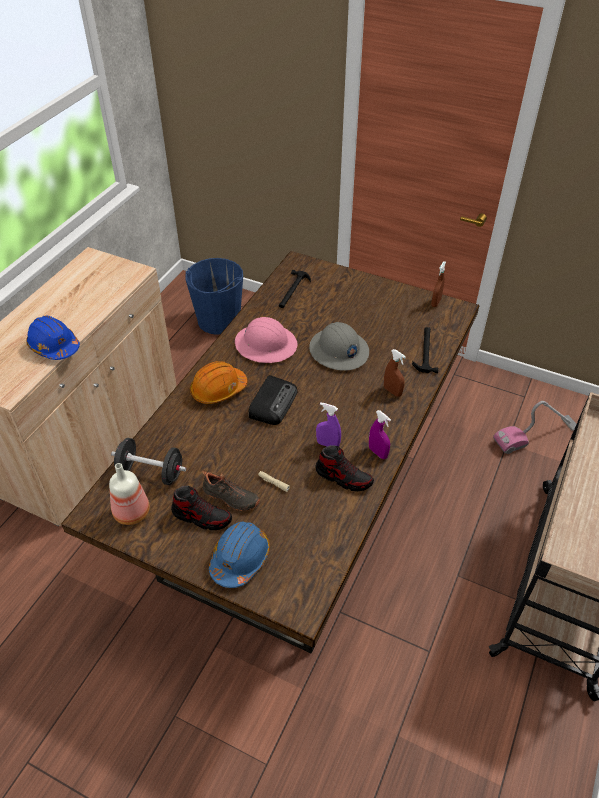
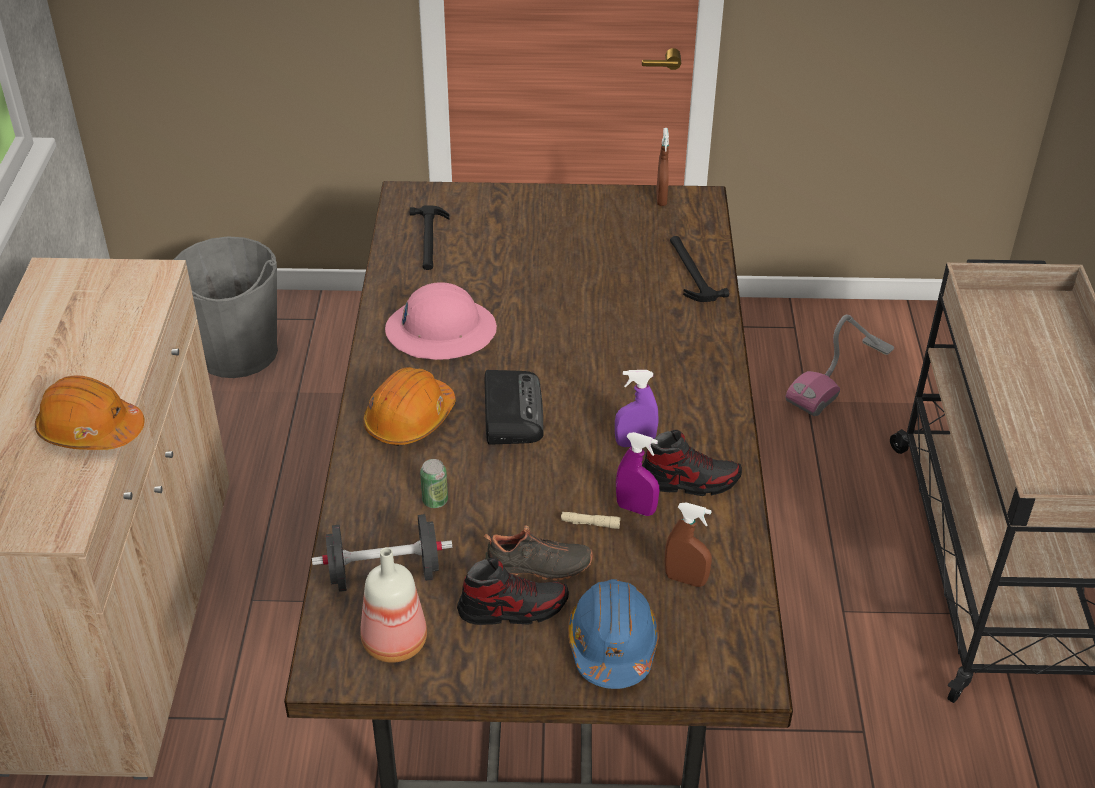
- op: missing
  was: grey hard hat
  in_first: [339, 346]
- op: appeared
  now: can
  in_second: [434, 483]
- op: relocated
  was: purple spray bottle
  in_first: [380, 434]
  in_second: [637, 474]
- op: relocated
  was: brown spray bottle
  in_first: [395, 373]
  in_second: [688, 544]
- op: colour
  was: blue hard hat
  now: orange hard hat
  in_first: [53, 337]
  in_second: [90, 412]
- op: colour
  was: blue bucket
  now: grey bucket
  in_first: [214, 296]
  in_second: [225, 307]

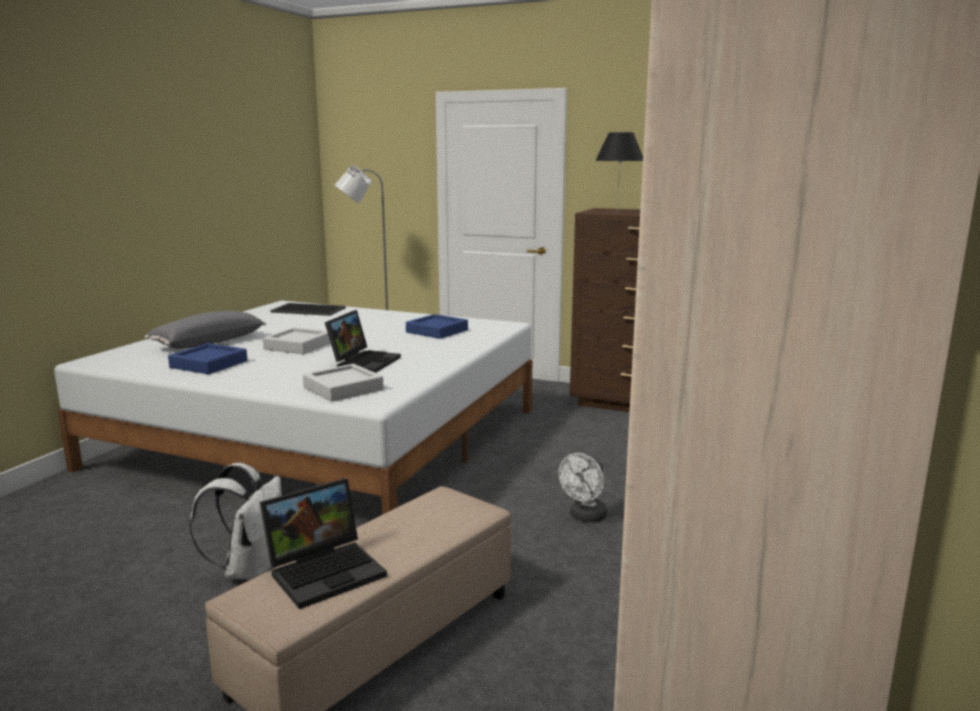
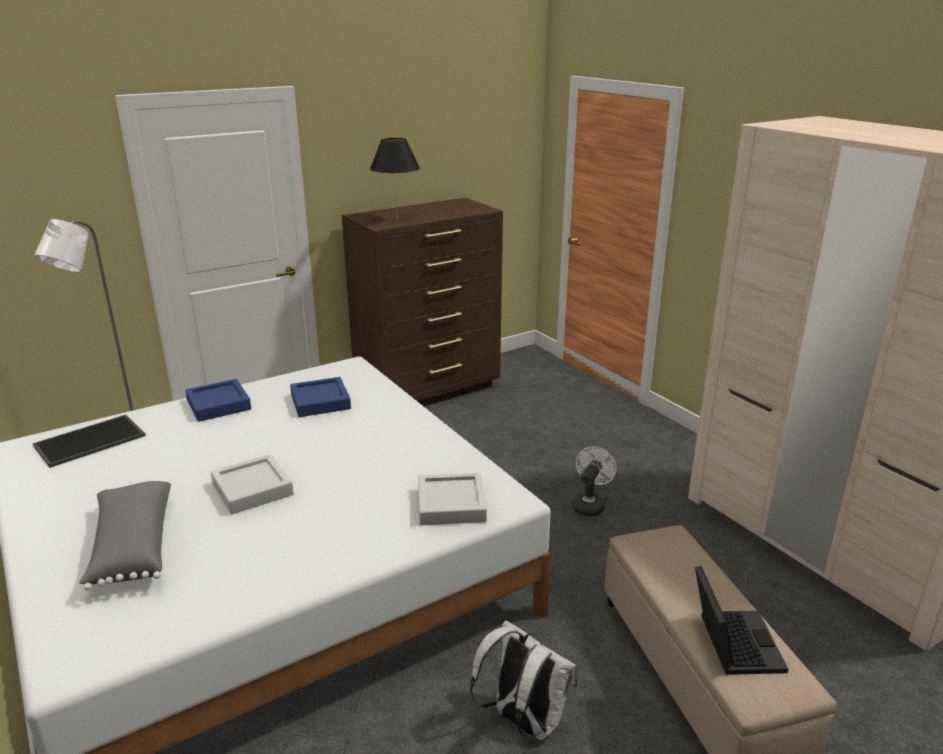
- op: missing
  was: laptop
  in_first: [363, 341]
- op: relocated
  was: blue tray
  in_first: [207, 358]
  in_second: [218, 400]
- op: spun
  was: white fan
  in_first: [583, 488]
  in_second: [594, 481]
  clockwise: -135

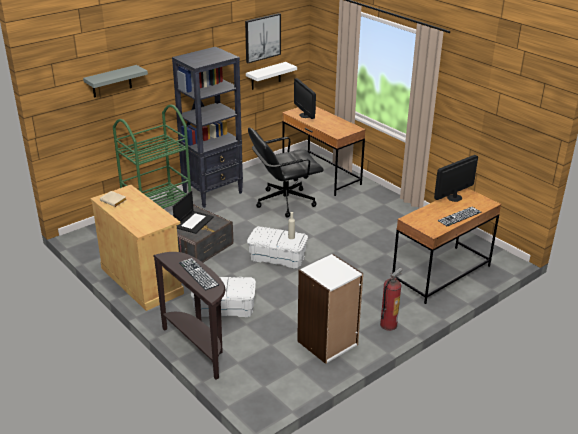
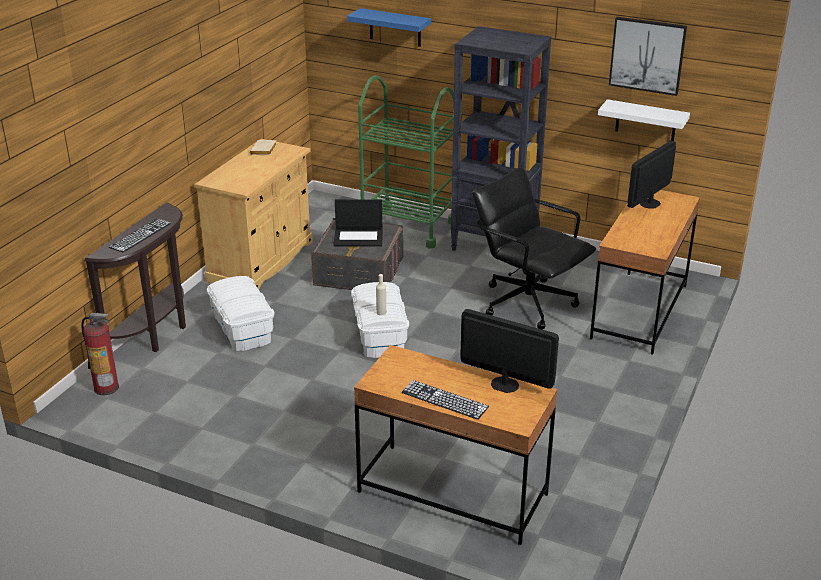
- op: missing
  was: white bookcase
  in_first: [330, 309]
- op: relocated
  was: fire extinguisher
  in_first: [391, 299]
  in_second: [100, 353]
- op: colour
  was: grey shelf
  now: blue shelf
  in_first: [115, 81]
  in_second: [389, 27]

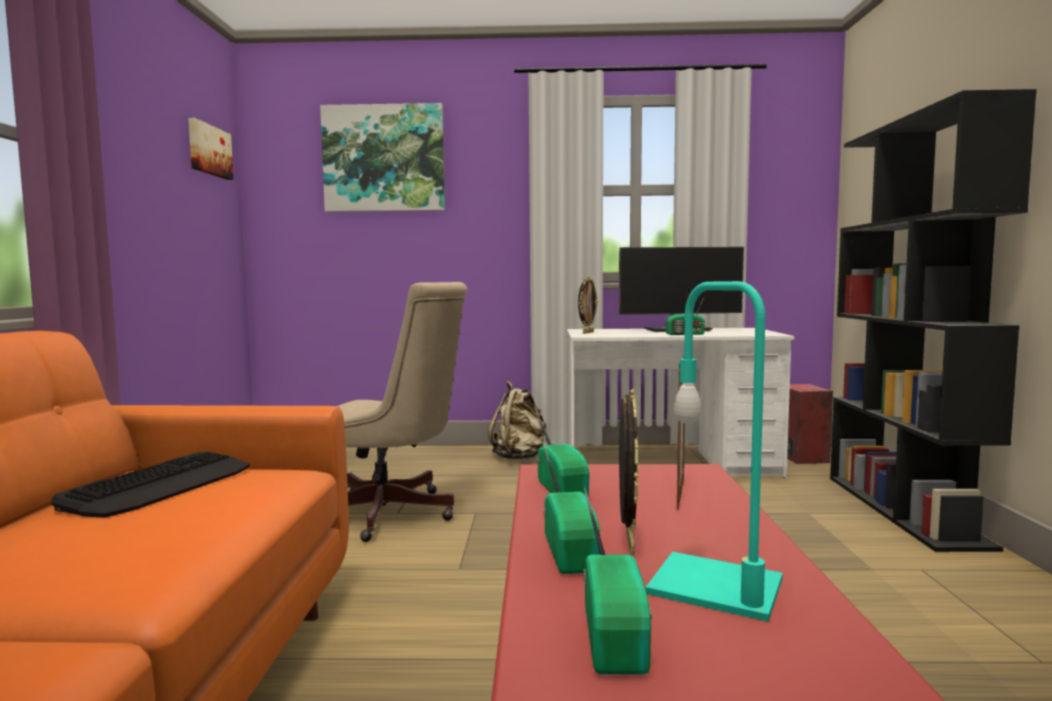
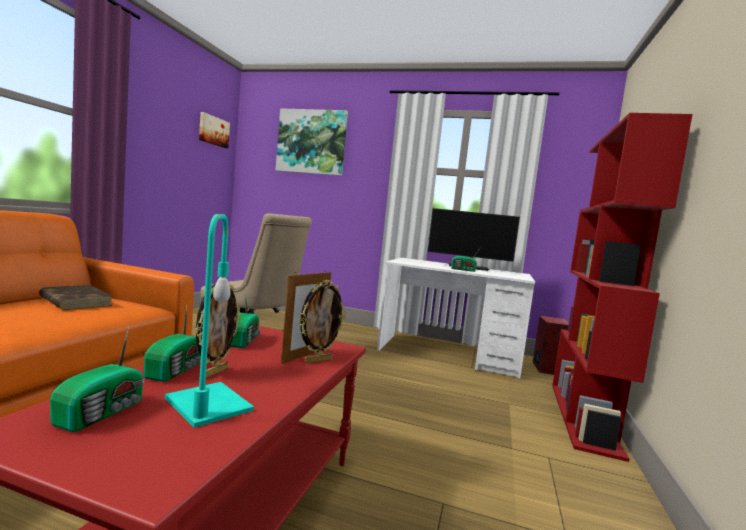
- op: missing
  was: beige backpack
  in_first: [517, 420]
- op: relocated
  was: picture frame
  in_first: [588, 305]
  in_second: [322, 322]
- op: exchanged
  was: keyboard
  now: brown book
  in_first: [151, 485]
  in_second: [75, 297]
- op: colour
  was: black bookcase
  now: red bookcase
  in_first: [933, 320]
  in_second: [622, 287]

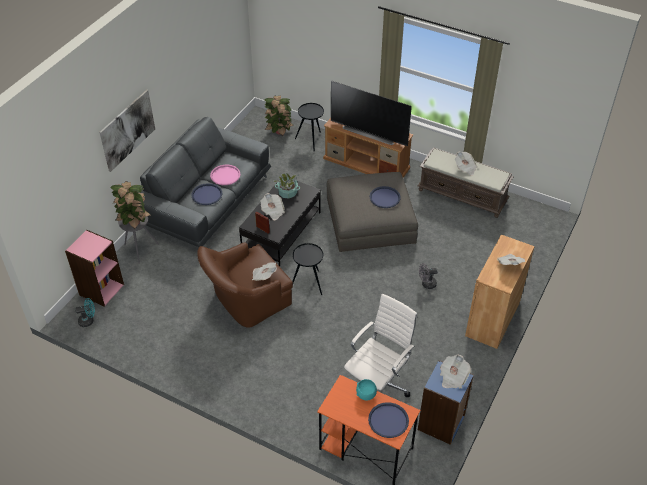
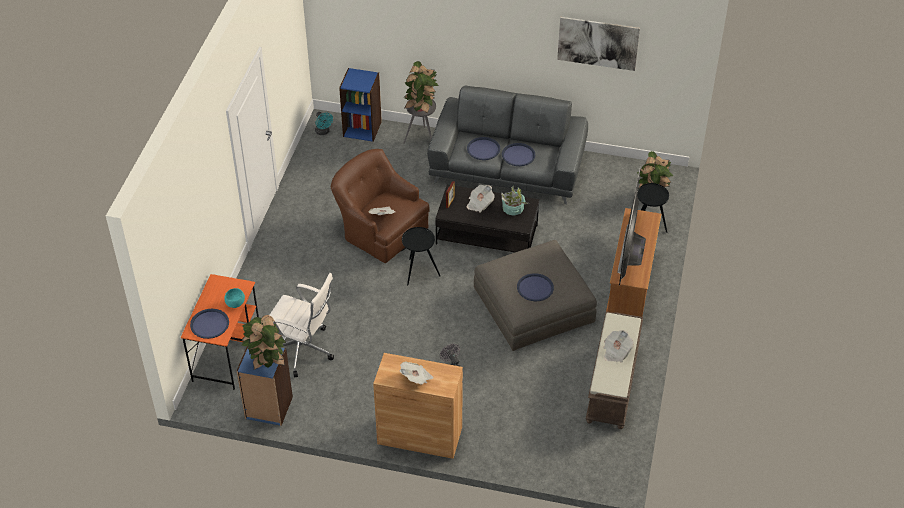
- op: relocated
  was: picture
  in_first: [127, 131]
  in_second: [598, 44]
- op: exchanged
  was: newspaper
  now: potted plant
  in_first: [455, 371]
  in_second: [263, 342]
- op: colour
  was: pink bookcase
  now: blue bookcase
  in_first: [94, 268]
  in_second: [360, 105]
- op: colour
  was: pink tray
  now: blue tray
  in_first: [225, 175]
  in_second: [518, 154]

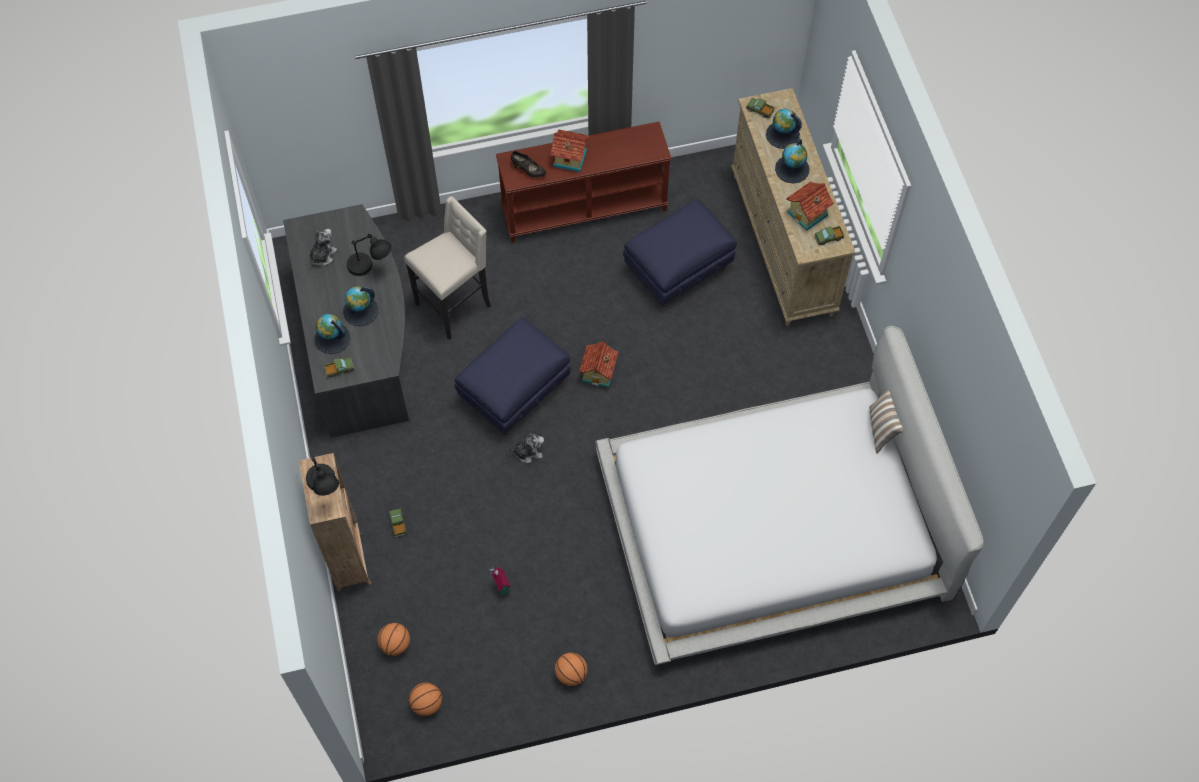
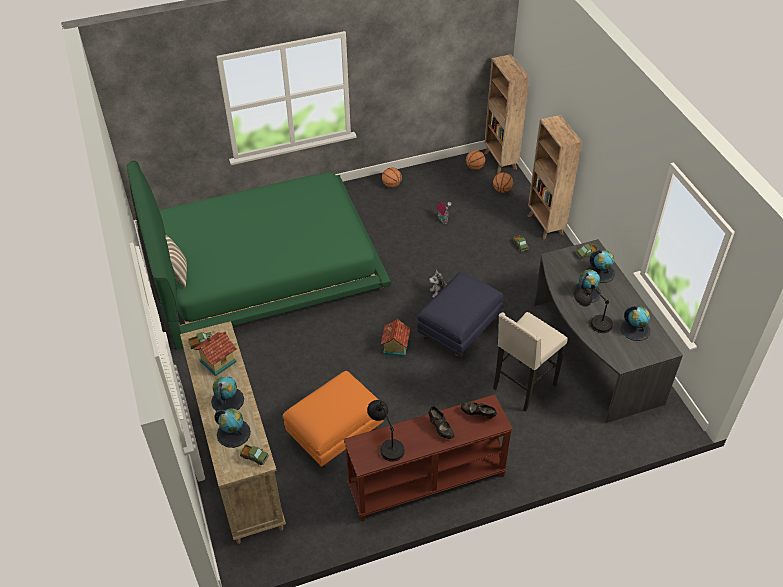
- op: appeared
  now: brown bookcase
  in_second: [506, 113]
- op: relocated
  was: black table lamp
  in_first: [322, 476]
  in_second: [386, 431]
- op: exchanged
  was: plush toy
  now: globe
  in_first: [323, 247]
  in_second: [635, 323]
- op: exchanged
  was: toy house
  now: black shoe
  in_first: [569, 151]
  in_second: [441, 422]
- op: colour
  was: white bed
  now: green bed
  in_first: [789, 495]
  in_second: [259, 255]
- op: colour
  was: blue ottoman
  now: orange ottoman
  in_first: [680, 253]
  in_second: [333, 419]

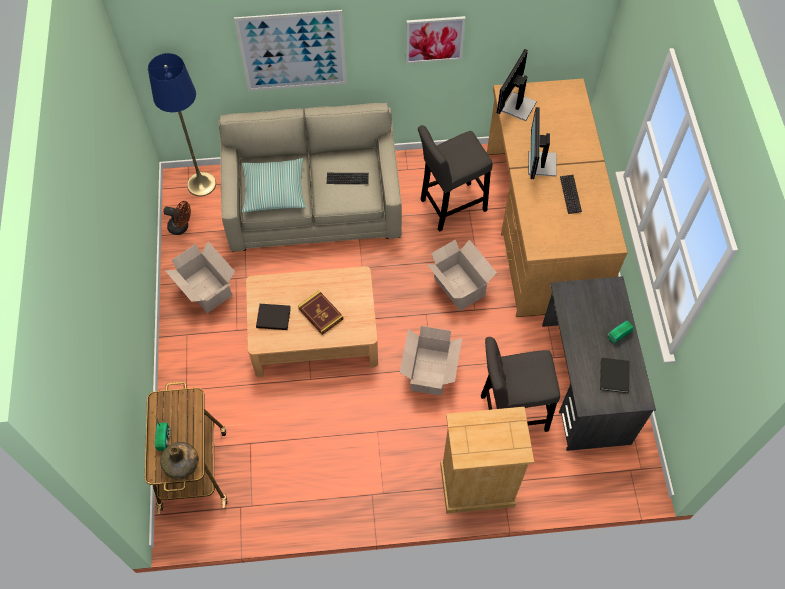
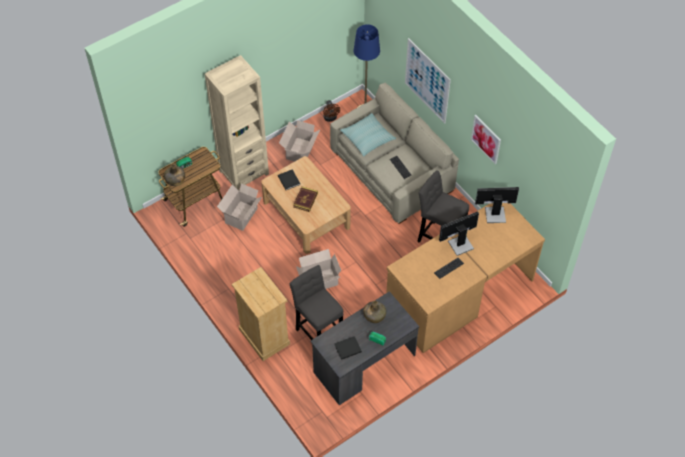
- op: appeared
  now: beige bookcase
  in_second: [237, 123]
- op: appeared
  now: green bottle
  in_second: [374, 312]
- op: relocated
  was: cardboard box
  in_first: [462, 275]
  in_second: [239, 207]

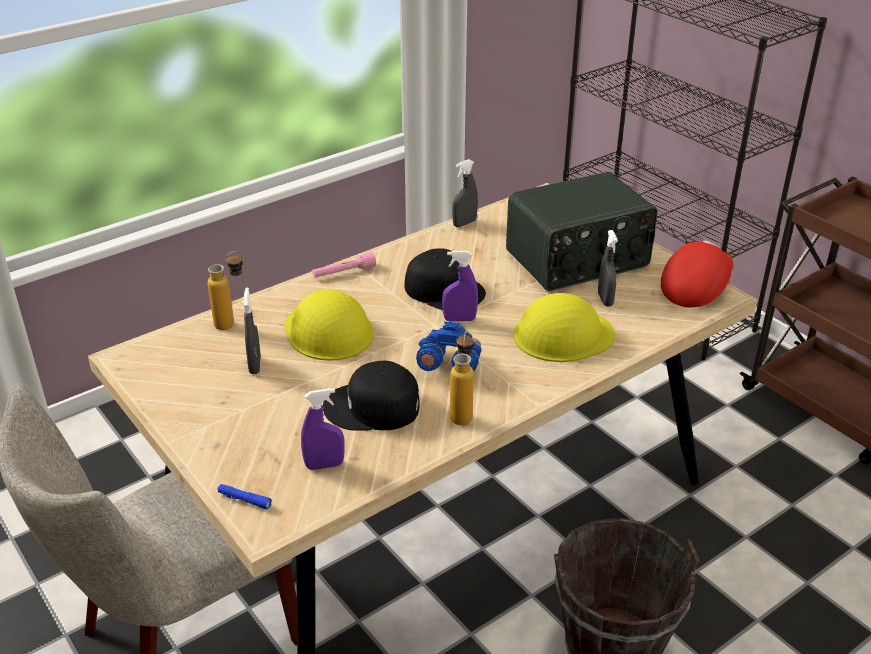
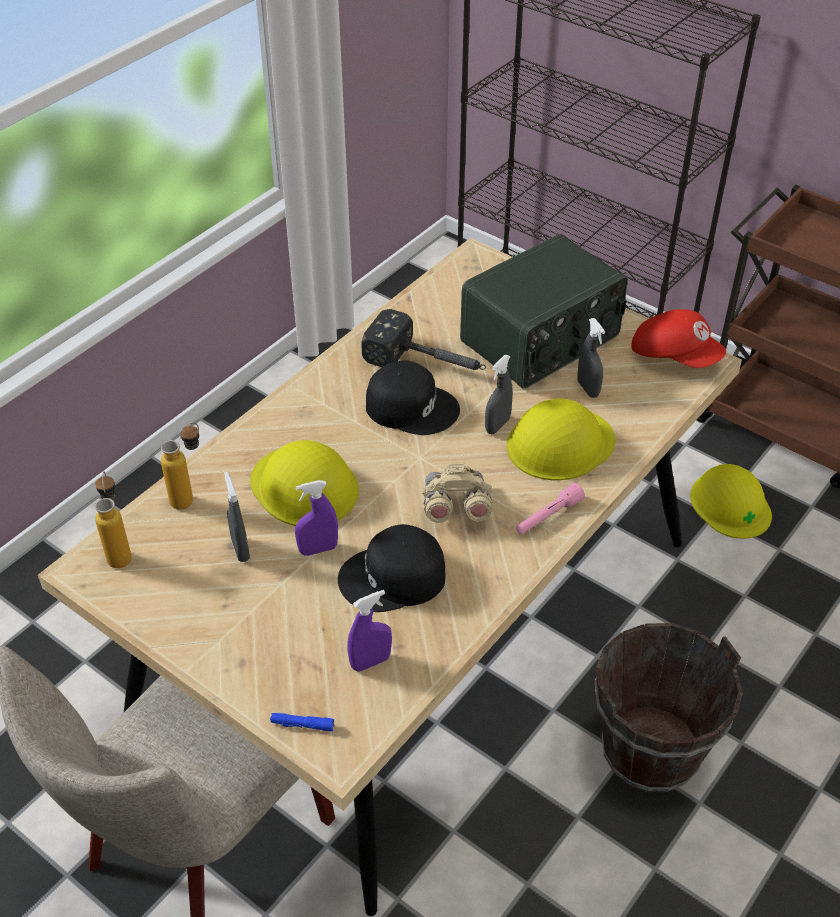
- op: appeared
  now: hammer
  in_second: [423, 339]
- op: appeared
  now: yellow hard hat
  in_second: [731, 501]
- op: relocated
  was: pink flashlight
  in_first: [344, 265]
  in_second: [550, 509]
- op: relocated
  was: purple spray bottle
  in_first: [460, 286]
  in_second: [316, 518]
- op: relocated
  was: bottle
  in_first: [462, 377]
  in_second: [113, 519]
- op: relocated
  was: grey spray bottle
  in_first: [465, 193]
  in_second: [499, 394]
- op: colour
  was: blue binoculars
  now: beige binoculars
  in_first: [449, 346]
  in_second: [457, 493]
- op: spun
  was: red cap
  in_first: [697, 274]
  in_second: [678, 338]
  clockwise: 105

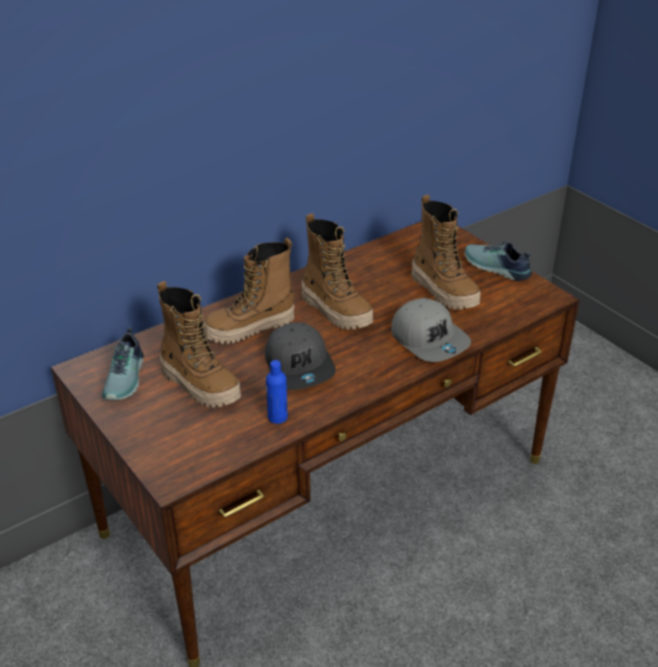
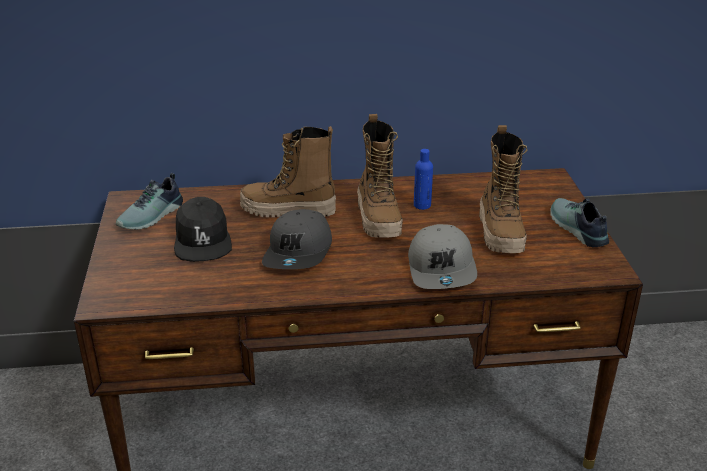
- op: relocated
  was: blue bottle
  in_first: [277, 392]
  in_second: [423, 179]
- op: exchanged
  was: boot
  now: black cap
  in_first: [199, 344]
  in_second: [203, 229]

